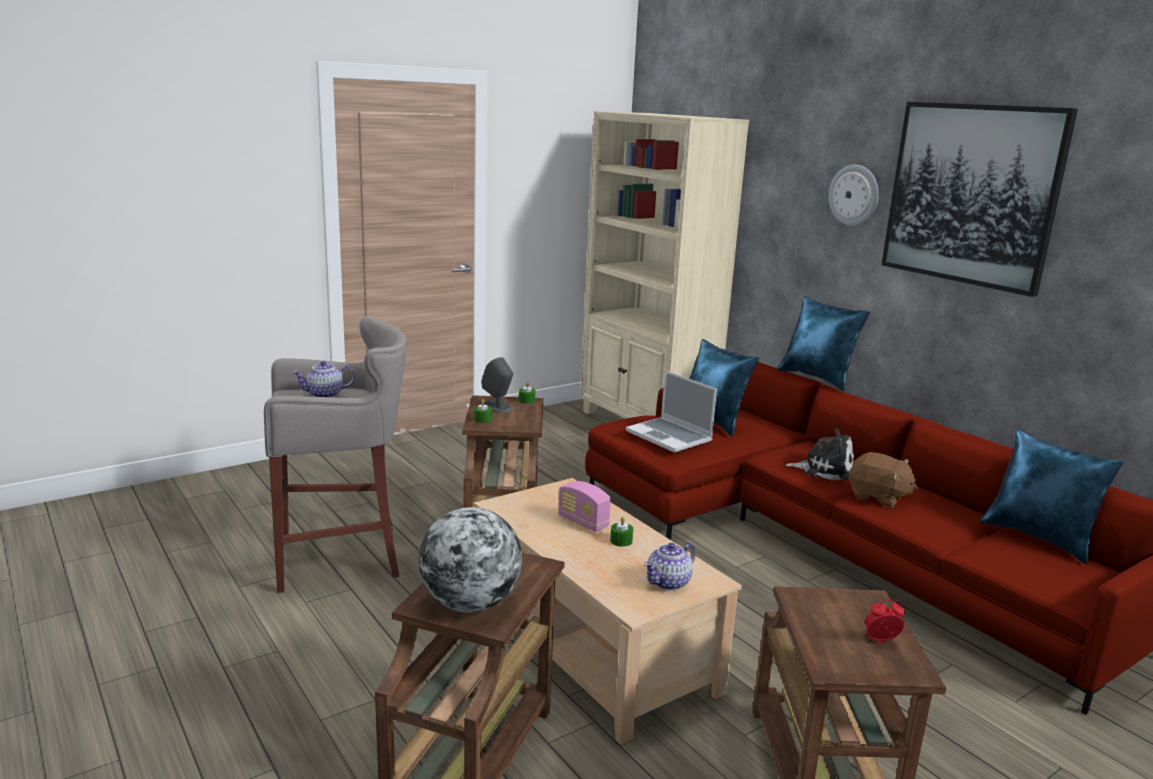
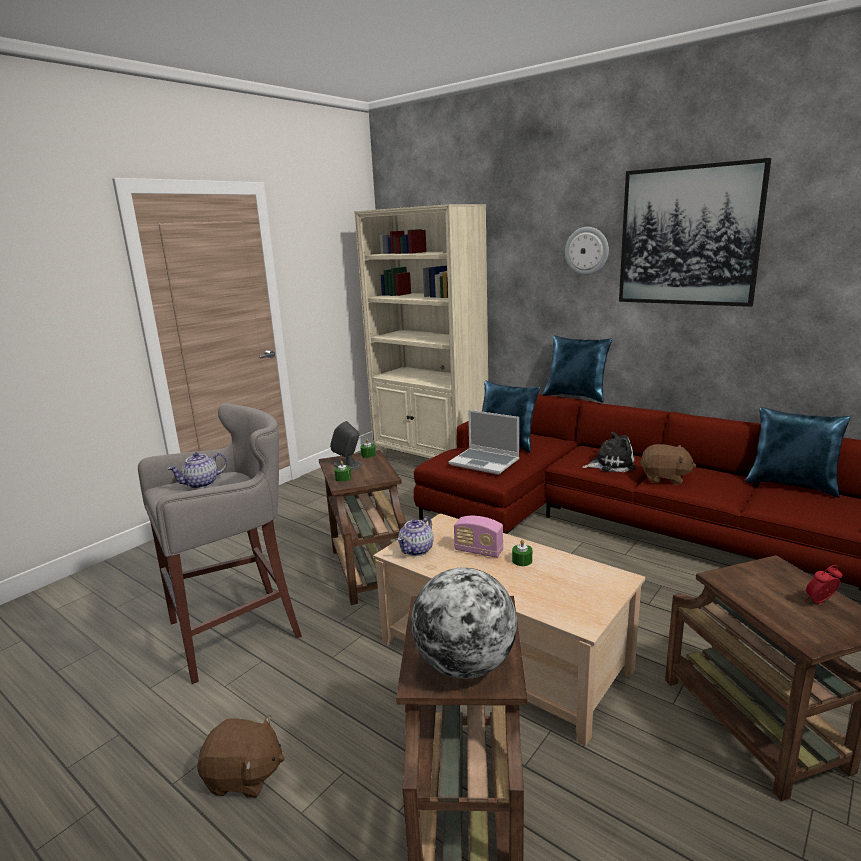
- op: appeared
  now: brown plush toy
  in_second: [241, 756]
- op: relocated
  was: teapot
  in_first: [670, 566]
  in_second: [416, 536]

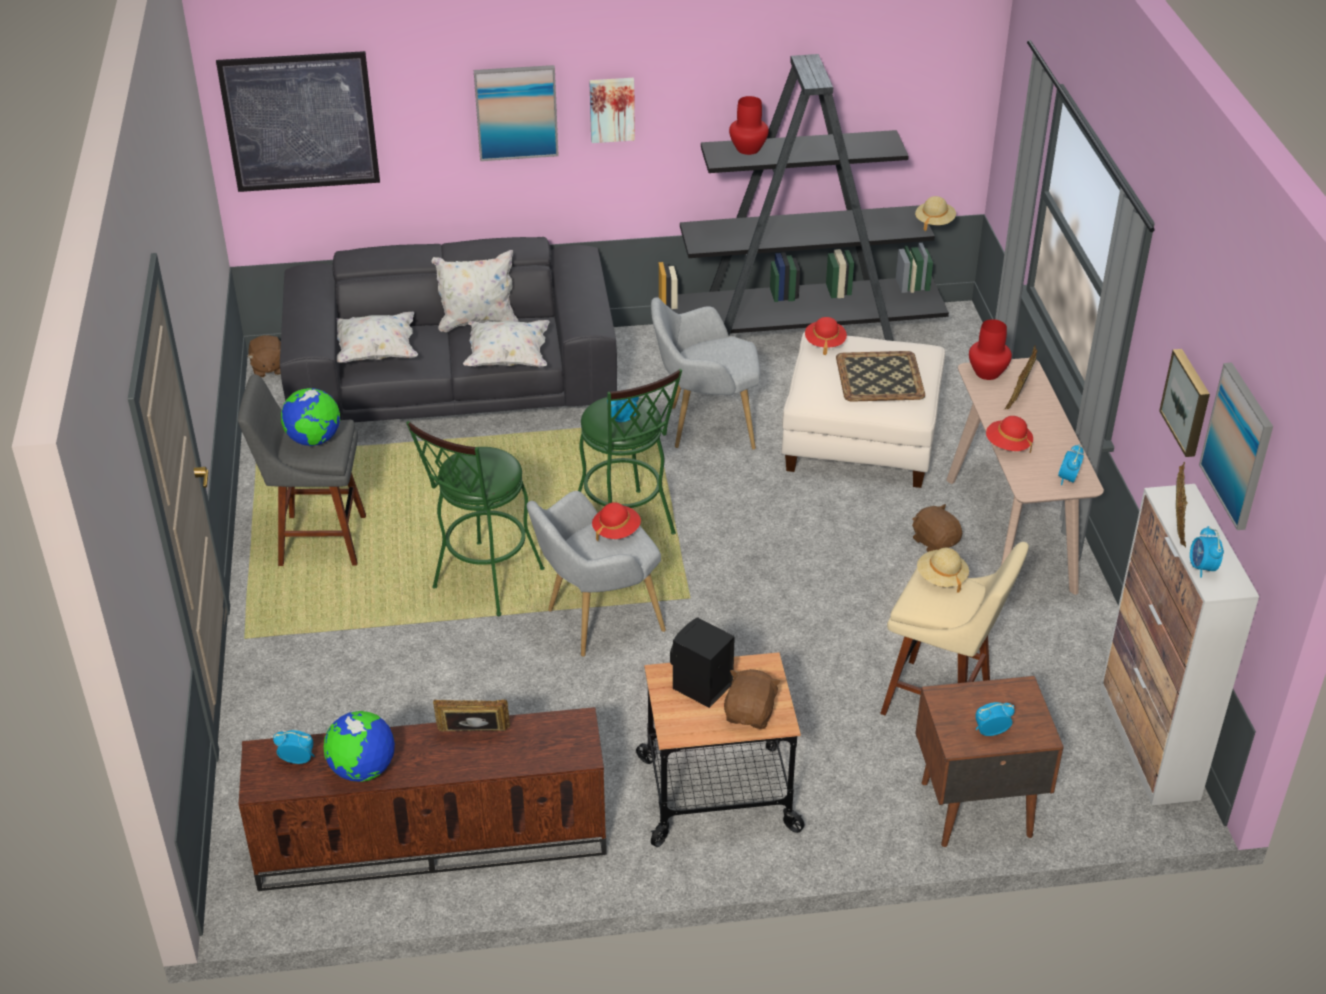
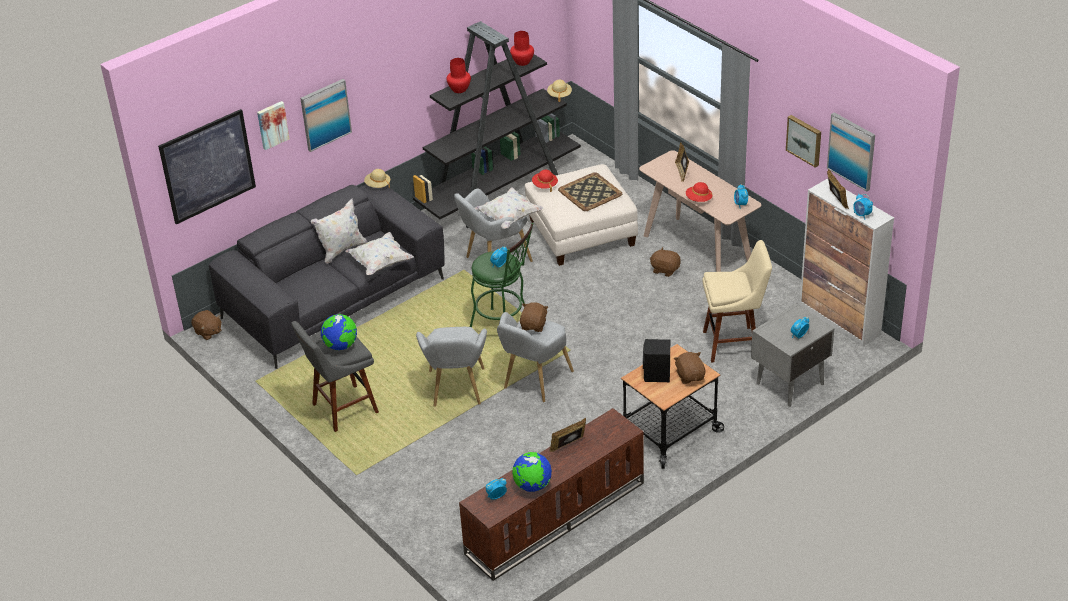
- op: relocated
  was: white pillow
  in_first: [377, 337]
  in_second: [509, 208]
- op: relocated
  was: picture
  in_first: [612, 110]
  in_second: [273, 125]
- op: relocated
  was: beige hat
  in_first: [943, 570]
  in_second: [377, 178]
- op: relocated
  was: red vase
  in_first: [990, 349]
  in_second: [522, 48]
- op: exchanged
  was: green stool
  now: grey armchair
  in_first: [475, 518]
  in_second: [451, 367]
- op: exchanged
  was: red hat
  now: brown plush toy
  in_first: [616, 521]
  in_second: [534, 317]
- op: colour
  was: brown nightstand
  now: grey nightstand
  in_first: [989, 761]
  in_second: [792, 355]

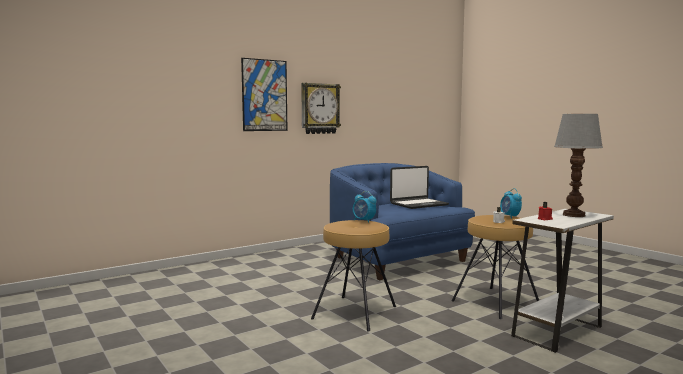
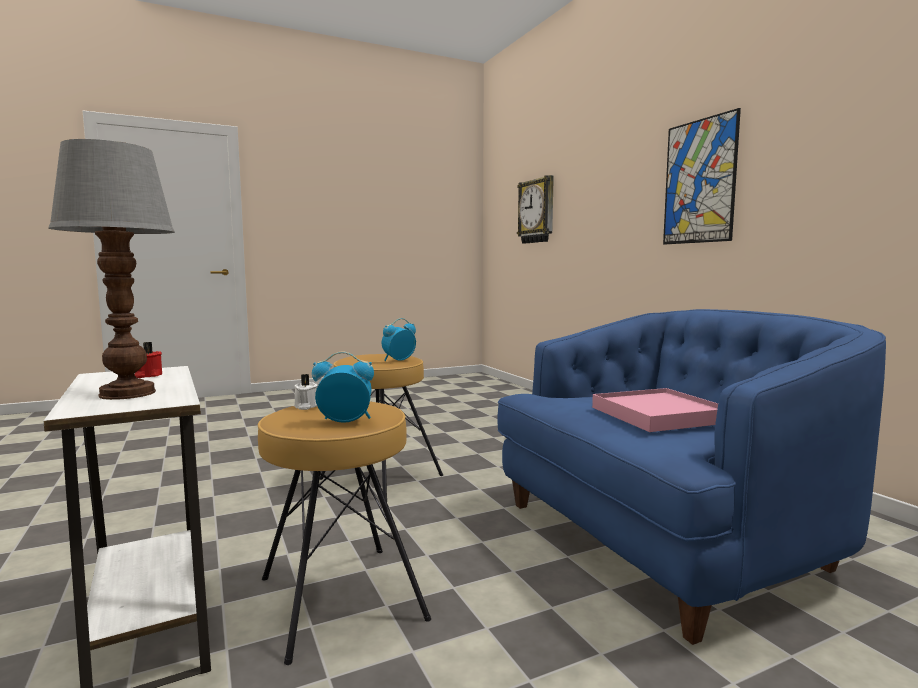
- op: relocated
  was: wall clock
  in_first: [321, 108]
  in_second: [535, 209]
- op: exchanged
  was: laptop
  now: pink tray
  in_first: [419, 187]
  in_second: [655, 410]

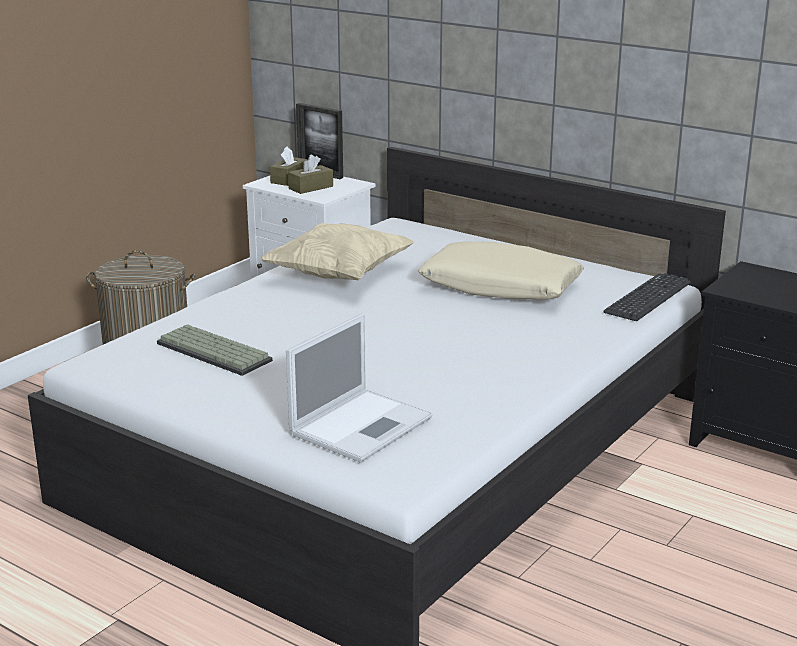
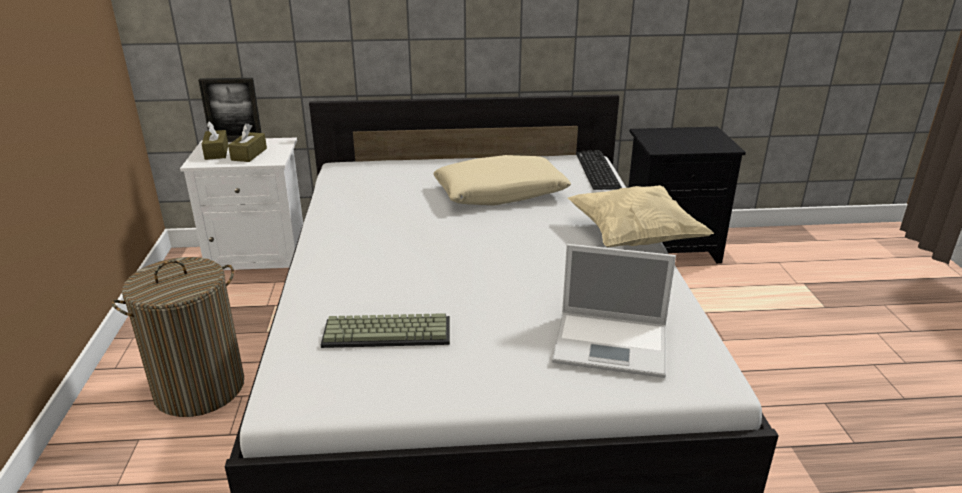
- op: relocated
  was: beige pillow
  in_first: [336, 251]
  in_second: [641, 216]
- op: spun
  was: laptop
  in_first: [359, 388]
  in_second: [614, 311]
  clockwise: 105

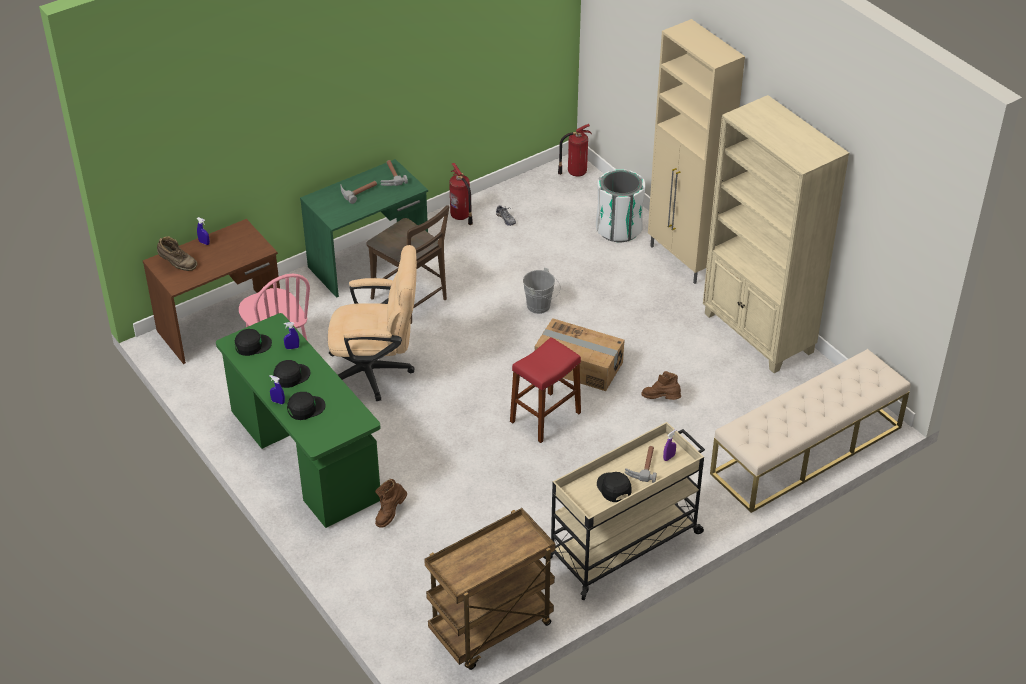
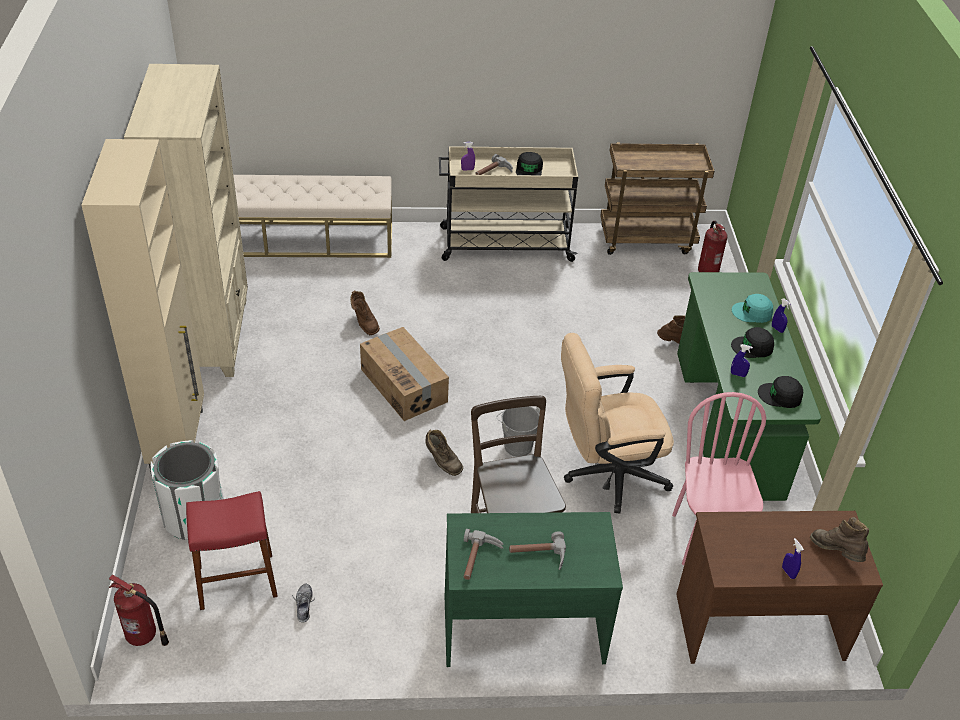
- op: appeared
  now: brown boot
  in_second: [444, 452]
- op: relocated
  was: fire extinguisher
  in_first: [461, 194]
  in_second: [713, 246]
- op: relocated
  was: red stool
  in_first: [545, 390]
  in_second: [232, 550]
- op: relocated
  was: grey bucket
  in_first: [541, 290]
  in_second: [518, 431]
- op: colour
  was: black cap
  now: turquoise cap
  in_first: [306, 406]
  in_second: [752, 308]
- op: spun
  was: beige office chair
  in_first: [372, 323]
  in_second: [617, 423]
  clockwise: -45

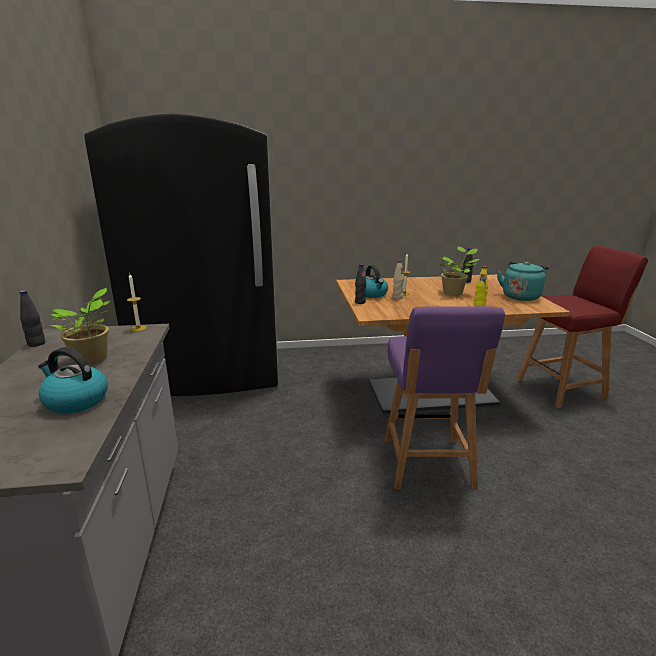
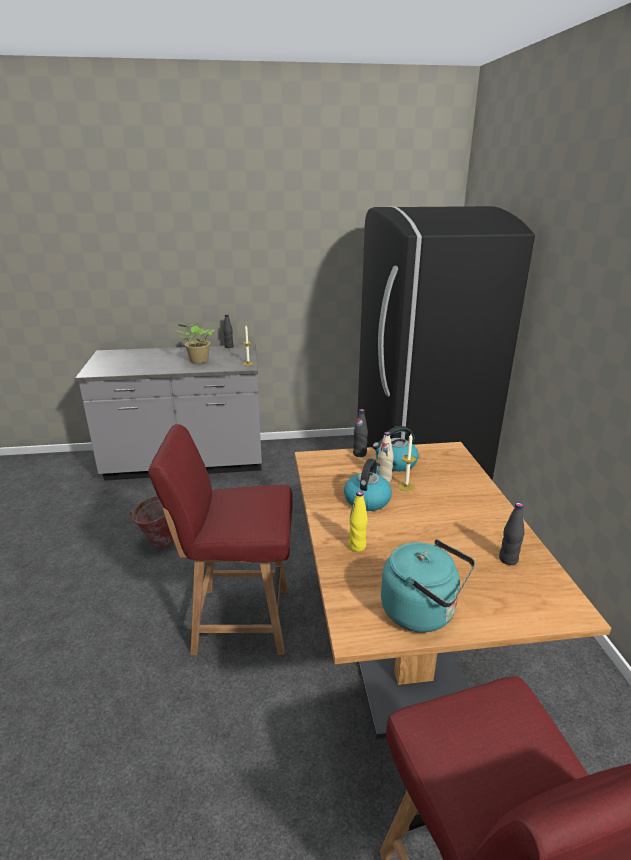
- op: missing
  was: potted plant
  in_first: [459, 271]
- op: appeared
  now: bucket
  in_second: [151, 522]
- op: relocated
  was: kettle
  in_first: [73, 380]
  in_second: [368, 484]
- op: colour
  was: purple chair
  now: red chair
  in_first: [445, 397]
  in_second: [220, 539]

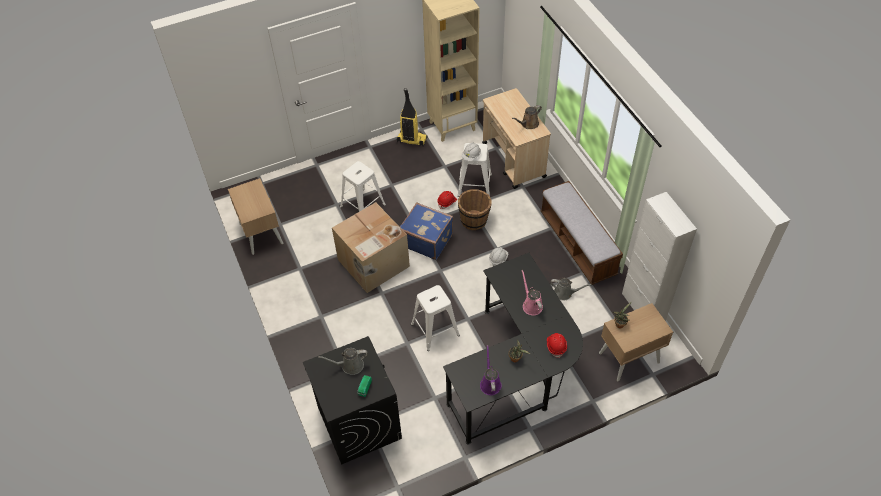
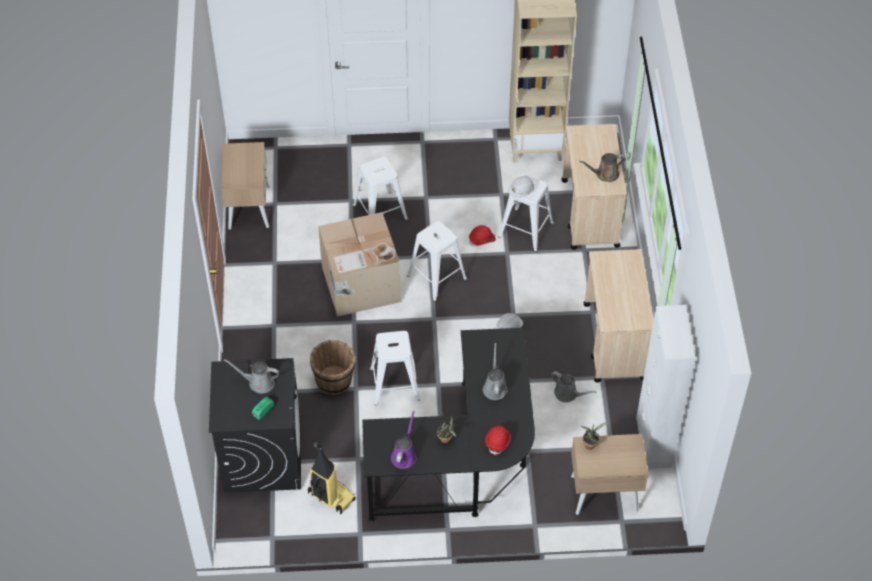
- op: relocated
  was: vacuum cleaner
  in_first: [412, 117]
  in_second: [332, 478]
- op: relocated
  was: brown bucket
  in_first: [474, 209]
  in_second: [332, 367]
- op: exchanged
  was: blue suitcase
  now: white stool
  in_first: [427, 231]
  in_second: [437, 261]
- op: exchanged
  was: bench
  now: beige cart
  in_first: [582, 233]
  in_second: [619, 316]
- op: colour
  was: pink watering can
  now: grey watering can
  in_first: [532, 292]
  in_second: [495, 371]

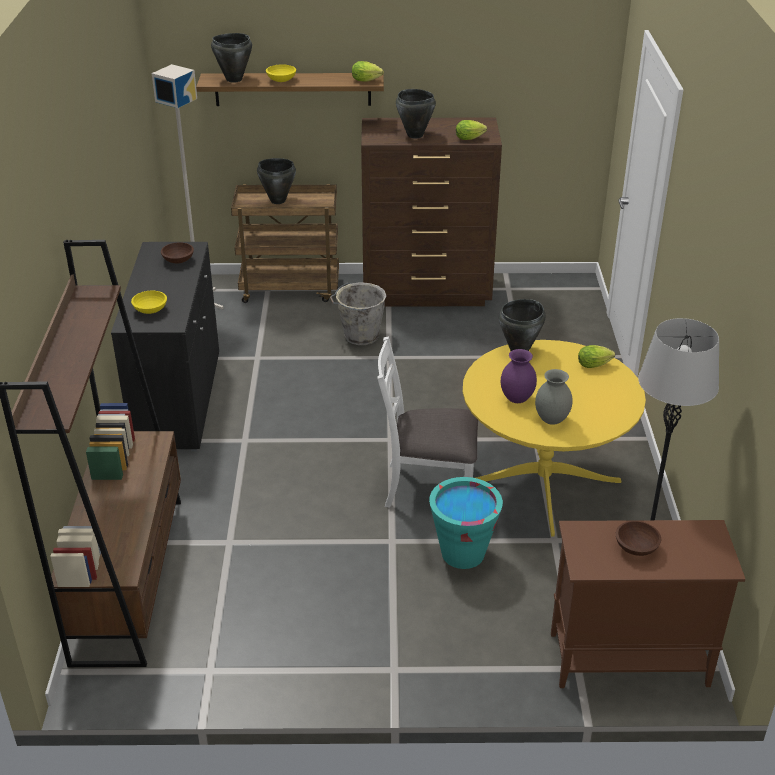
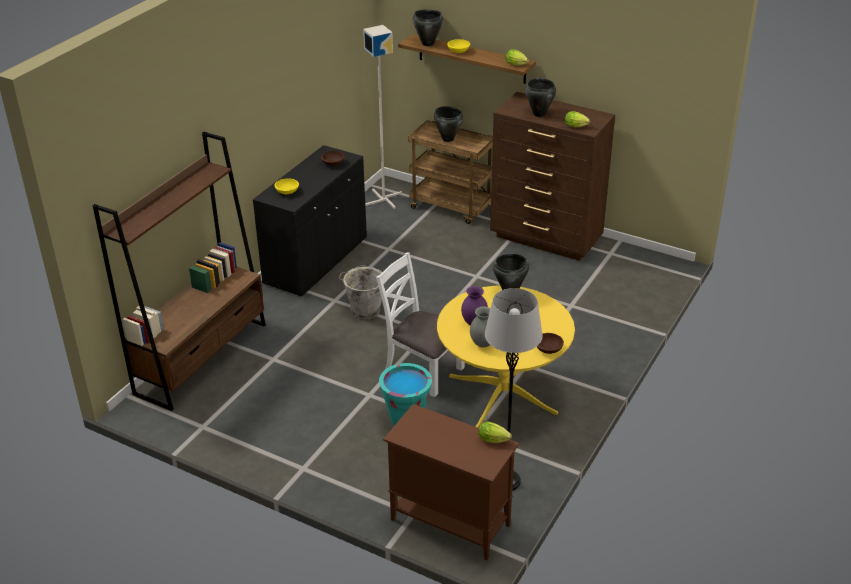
- op: relocated
  was: grey bucket
  in_first: [358, 313]
  in_second: [360, 292]
- op: relocated
  was: lettuce
  in_first: [596, 356]
  in_second: [495, 432]
- op: relocated
  was: brown bowl
  in_first: [638, 538]
  in_second: [550, 343]

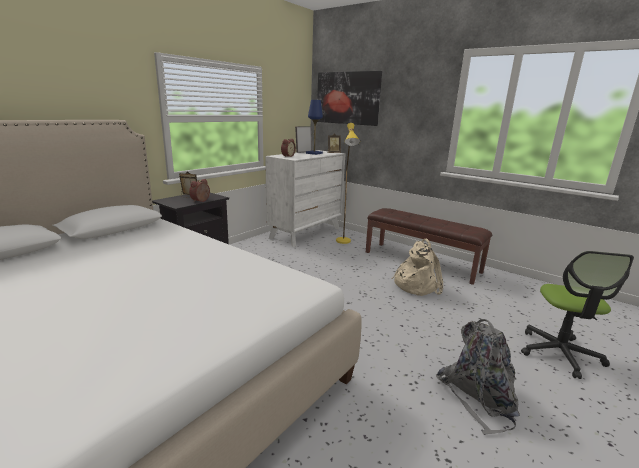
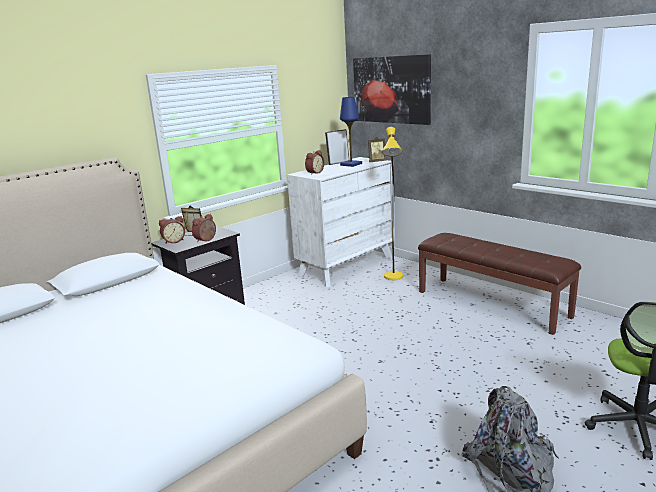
- op: missing
  was: beige backpack
  in_first: [417, 267]
- op: appeared
  now: alarm clock
  in_second: [172, 230]

